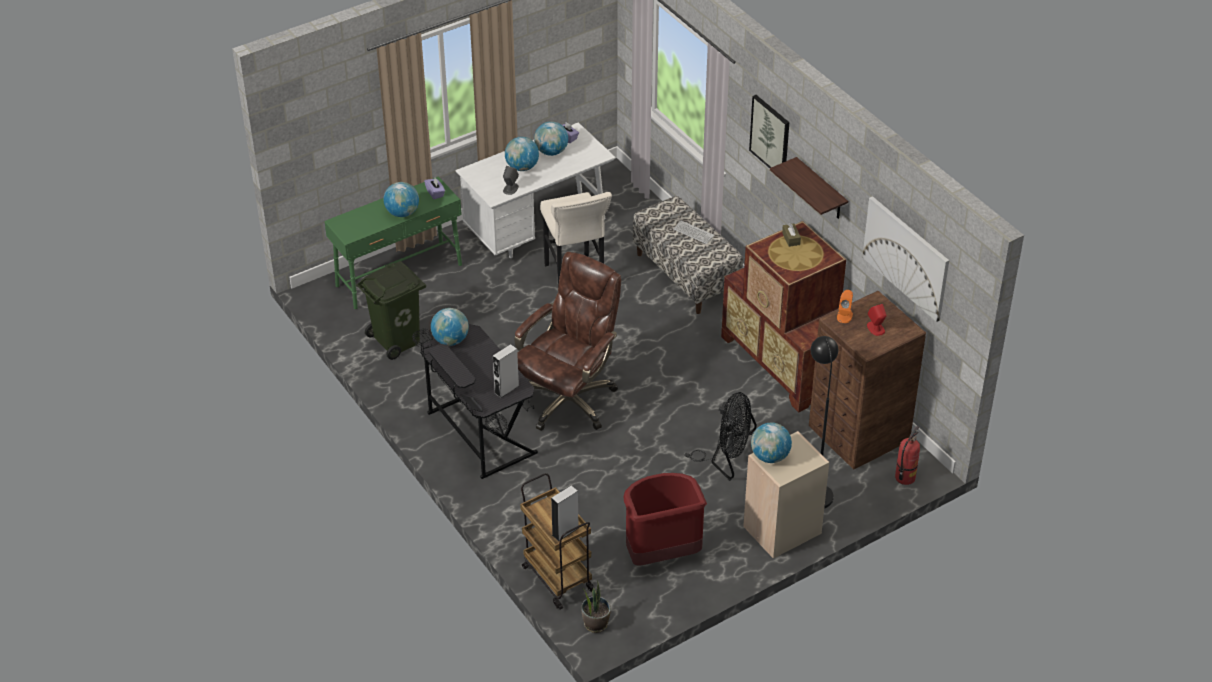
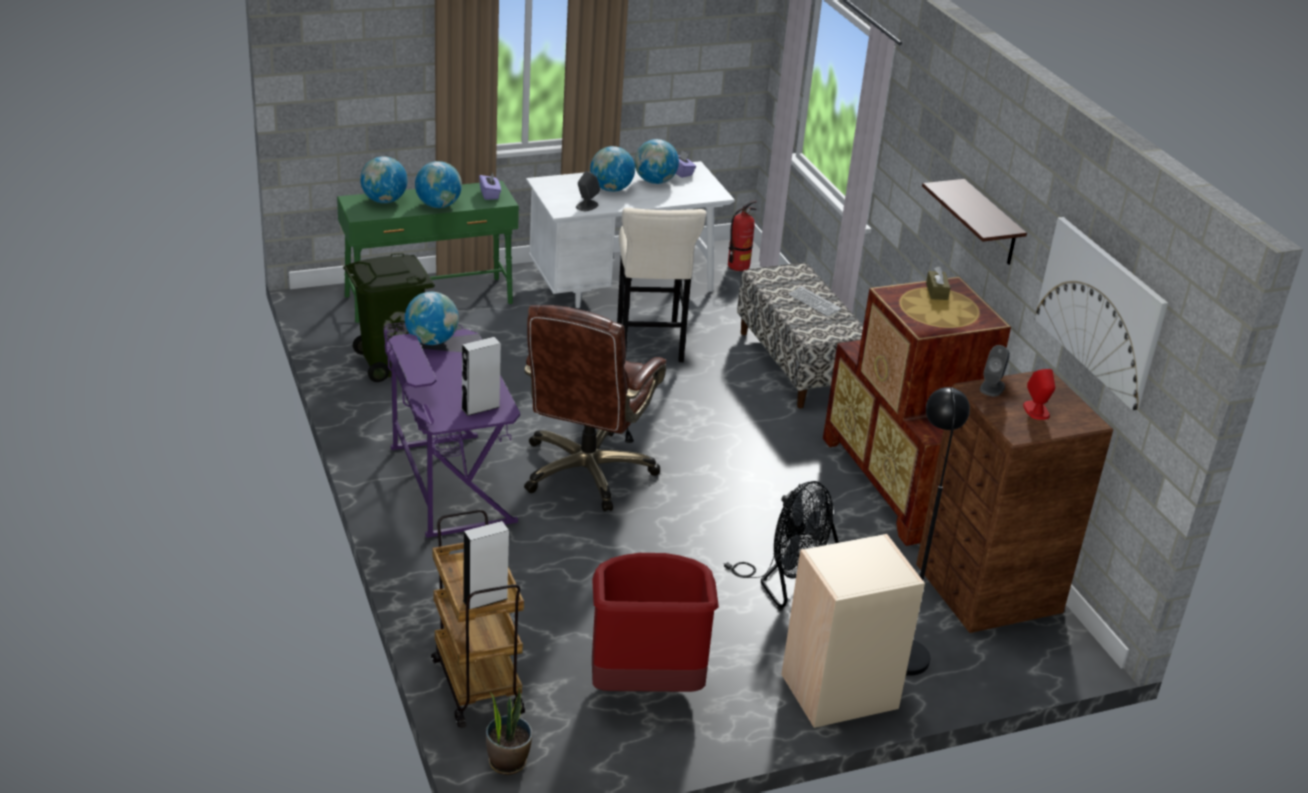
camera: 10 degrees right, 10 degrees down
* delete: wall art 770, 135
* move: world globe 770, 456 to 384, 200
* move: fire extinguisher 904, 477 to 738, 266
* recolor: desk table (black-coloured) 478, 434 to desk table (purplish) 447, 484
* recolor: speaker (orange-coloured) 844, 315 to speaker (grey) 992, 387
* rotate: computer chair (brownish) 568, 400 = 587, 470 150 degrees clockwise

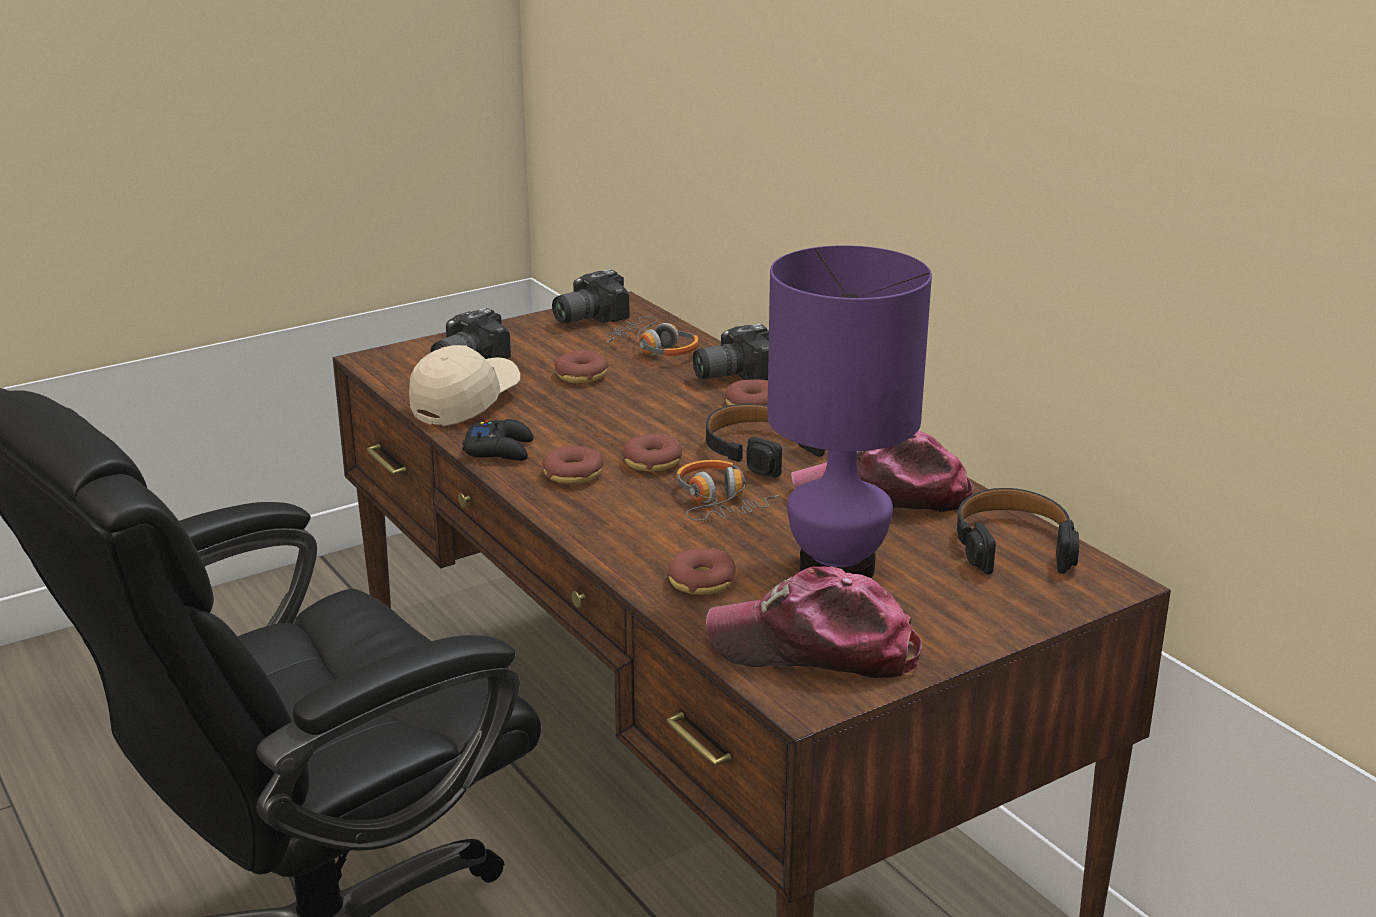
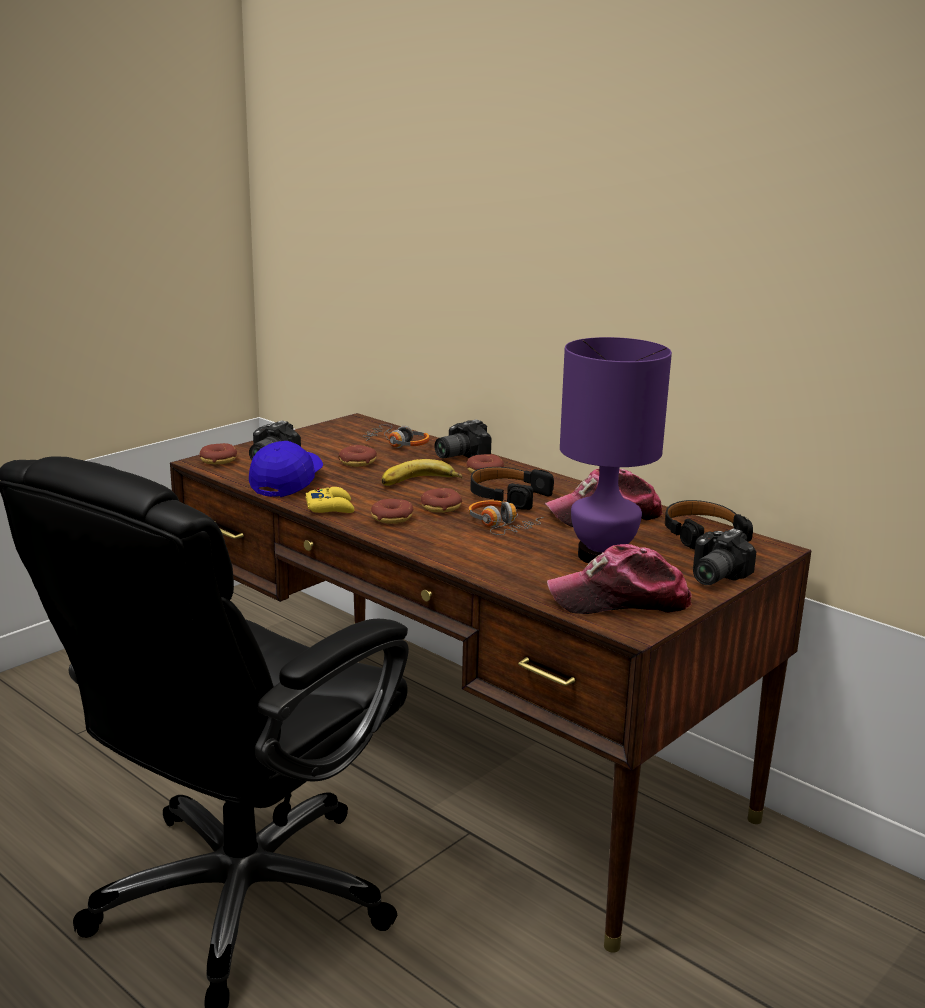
camera: 15 degrees left, 5 degrees down
* insert: banana fruit 420, 483
* move: photo camera 585, 317 to 712, 576
* move: donut 701, 582 to 218, 460
* recolor: cap (beige) 466, 403 to cap (blue-coloured) 287, 483
* recolor: game controller (black-coloured) 499, 449 to game controller (yellowish) 330, 507

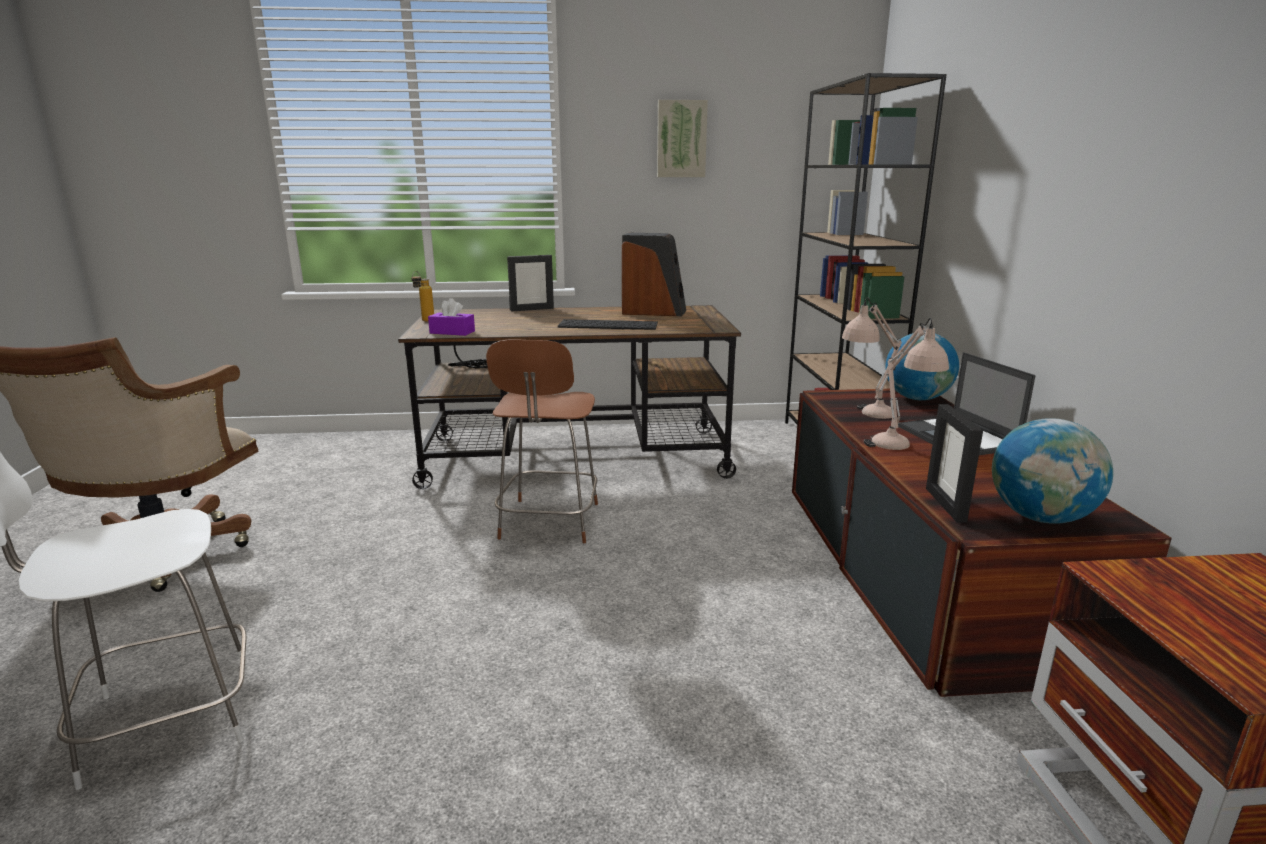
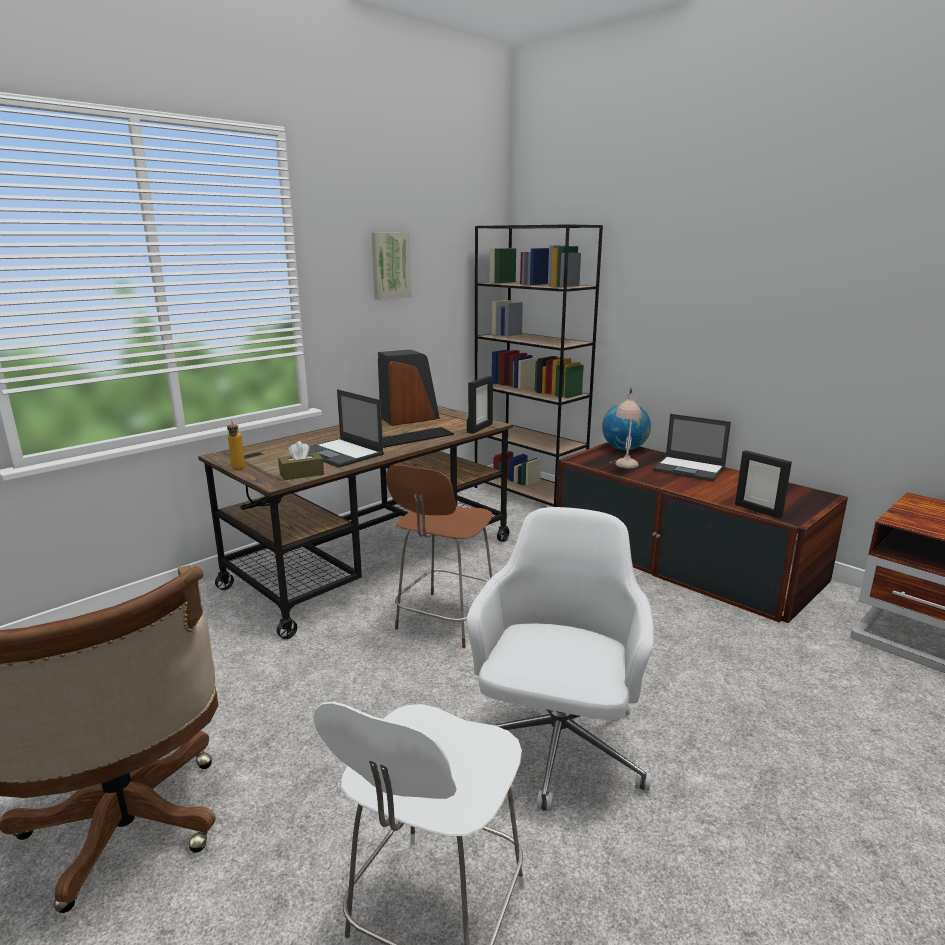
camera: 40 degrees left, 0 degrees up
* delete: lamp for a table (beige) 899, 450
* delete: world globe 1040, 517
* insert: laptop 341, 453
* insert: computer chair (white) 555, 749
* move: picture frame 531, 309 to 479, 428
* recolor: box of tissues (purplish) 452, 332 to box of tissues (brownish) 302, 474
* rotate: upright chair (brownish) 549, 523 = 444, 621 60 degrees clockwise

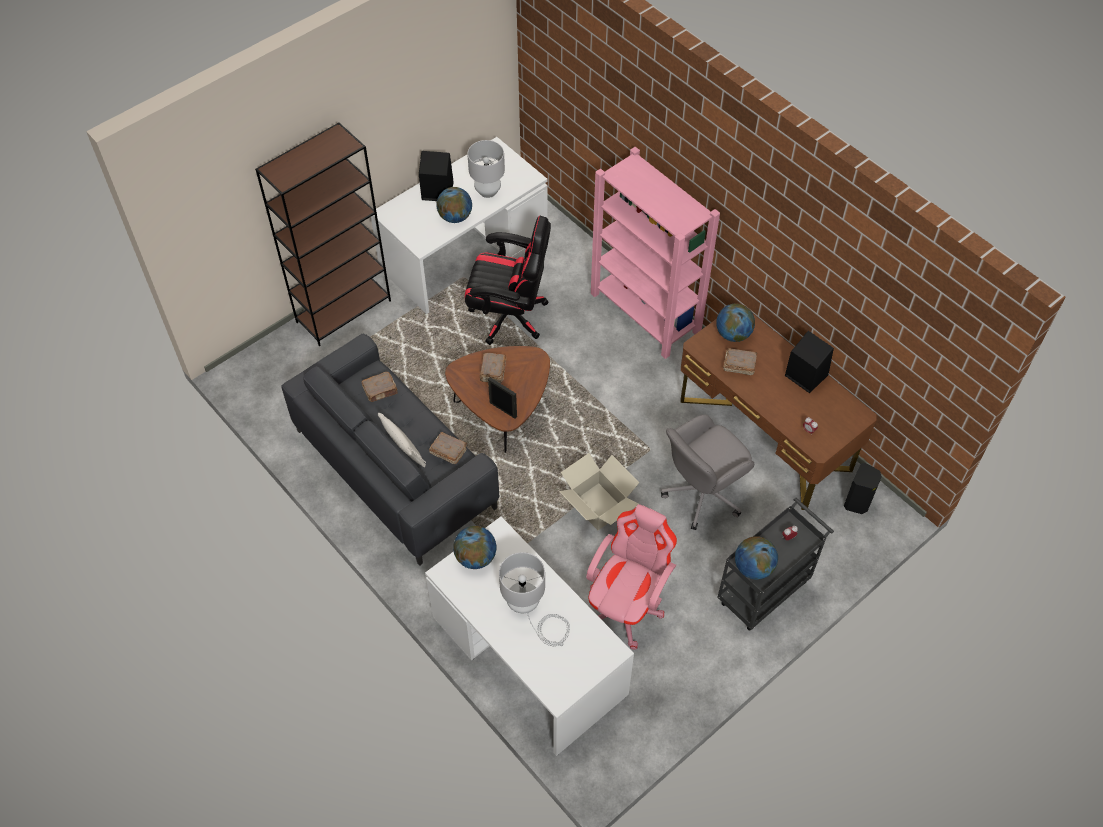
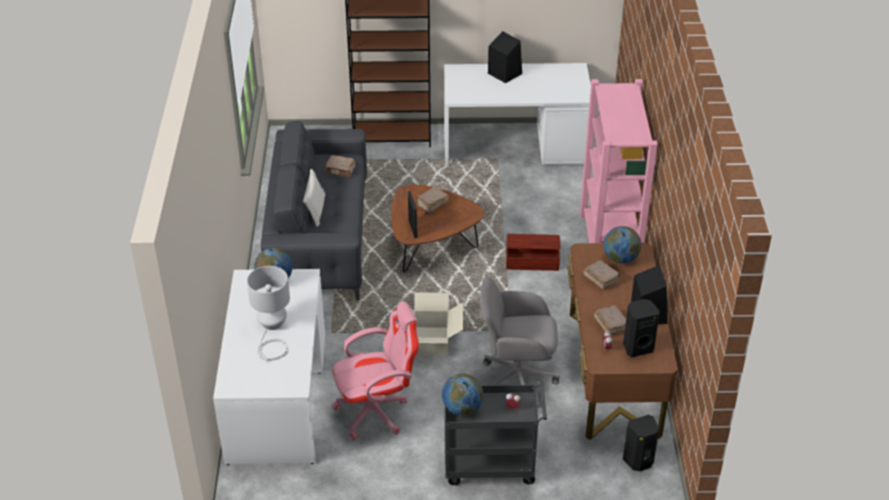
camera: 40 degrees right, 15 degrees down
* delete: world globe 455, 217
* delete: computer chair (black-coloured) 509, 316
* delete: lamp for a table (white) 485, 182
* insert: storage container (brownish) 531, 261
* insert: speaker (black-coloured) 637, 347
* move: bound book (brownish) 448, 451 to 611, 324

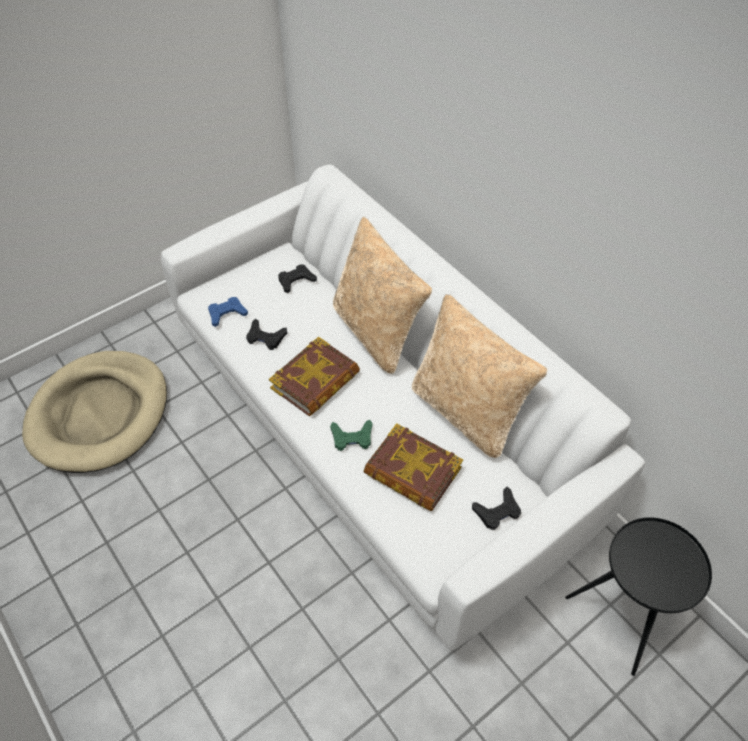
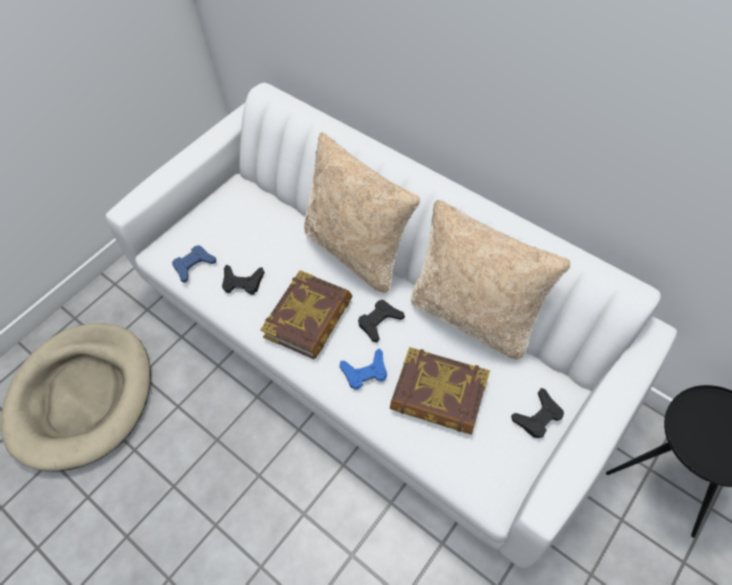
camera: 10 degrees left, 5 degrees up
* move: game controller (black-coloured) 296, 281 to 379, 322
* recolor: game controller (greenish) 352, 438 to game controller (blue-coloured) 365, 372

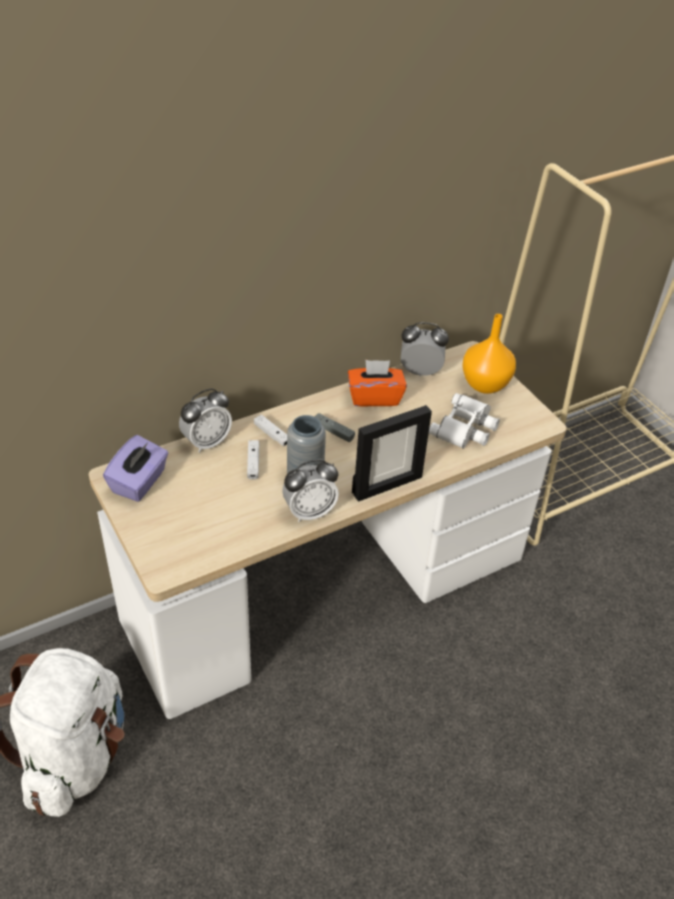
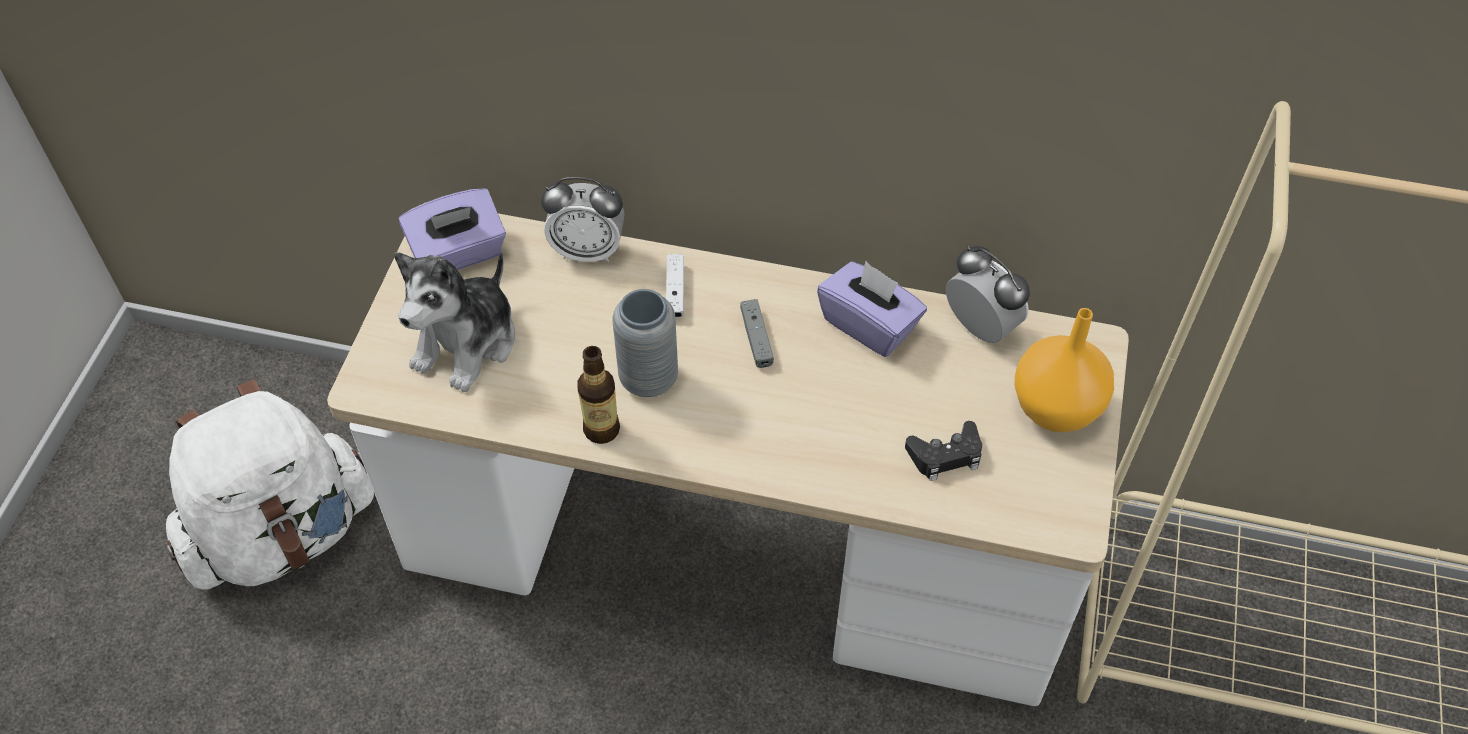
camera: 45 degrees right, 10 degrees up
* delete: game controller (white) 253, 463
* delete: picture frame 387, 485
* insert: plush toy 467, 343
* replace: alarm clock 309, 512 to bottle 602, 429
* replace: pair of binoculars (white) 466, 428 to game controller (black-coloured) 945, 455
* recolor: box of tissues (orange-coloured) 374, 397 to box of tissues (purplish) 869, 324

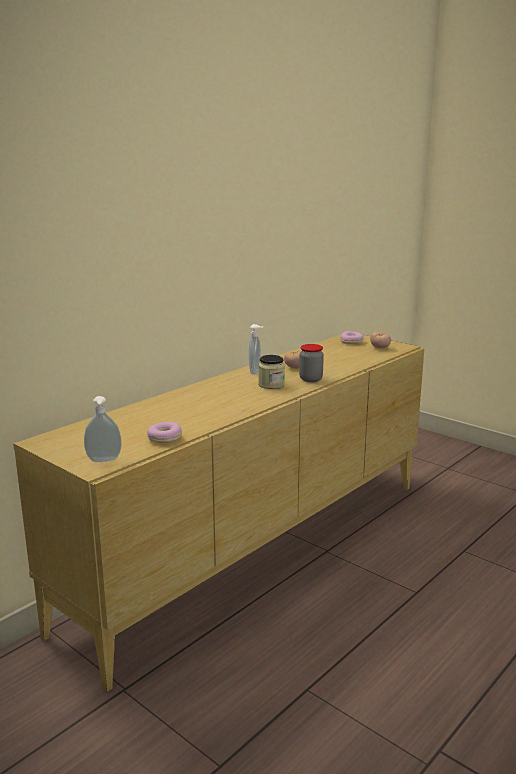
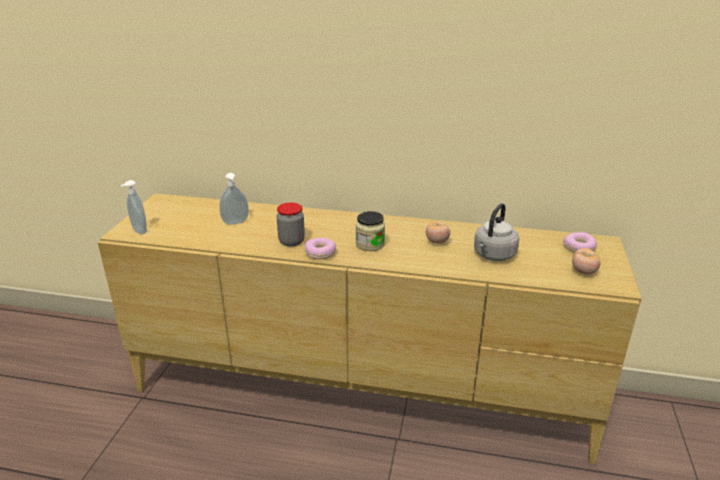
camera: 60 degrees right, 10 degrees up
* insert: tea kettle (grey) 493, 255
* move: donut 164, 438 to 320, 253
* move: soap bottle 256, 372 to 236, 223
* move: preserve jar 310, 379 to 291, 241

